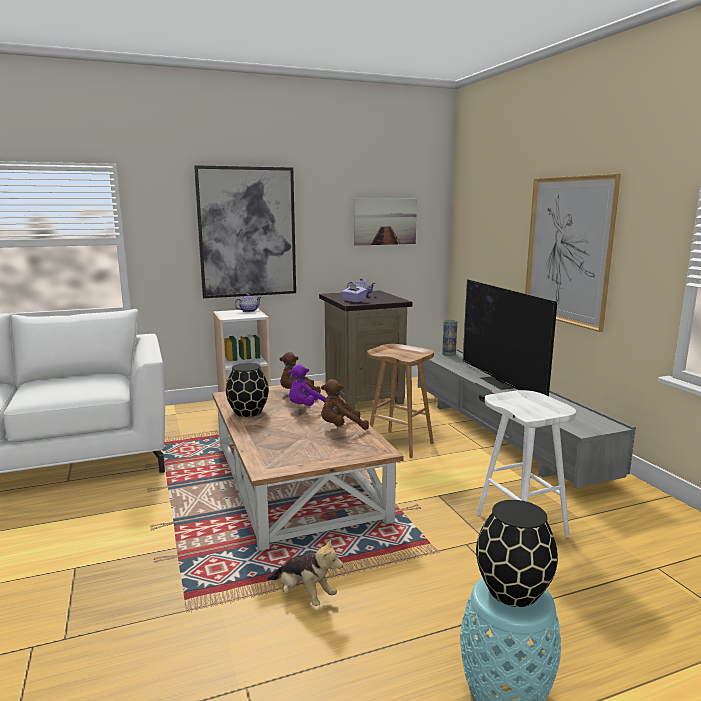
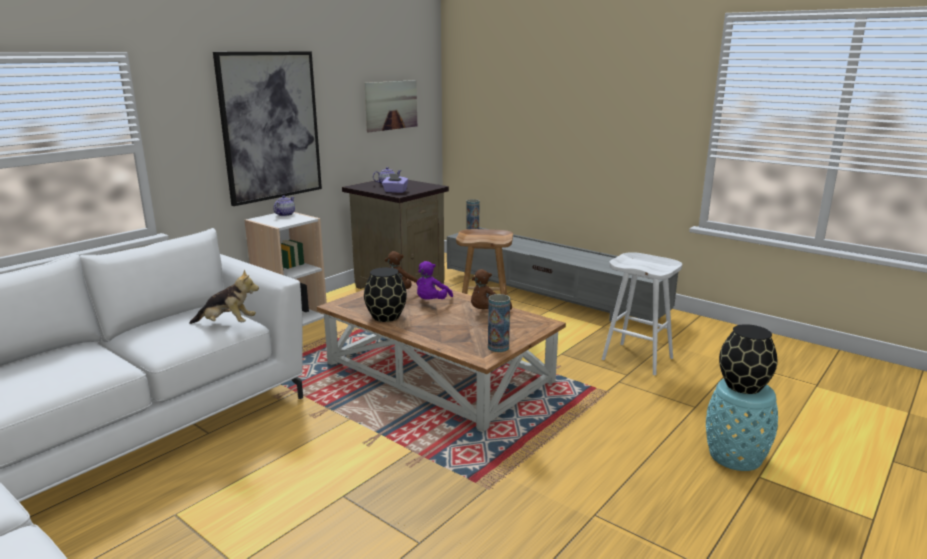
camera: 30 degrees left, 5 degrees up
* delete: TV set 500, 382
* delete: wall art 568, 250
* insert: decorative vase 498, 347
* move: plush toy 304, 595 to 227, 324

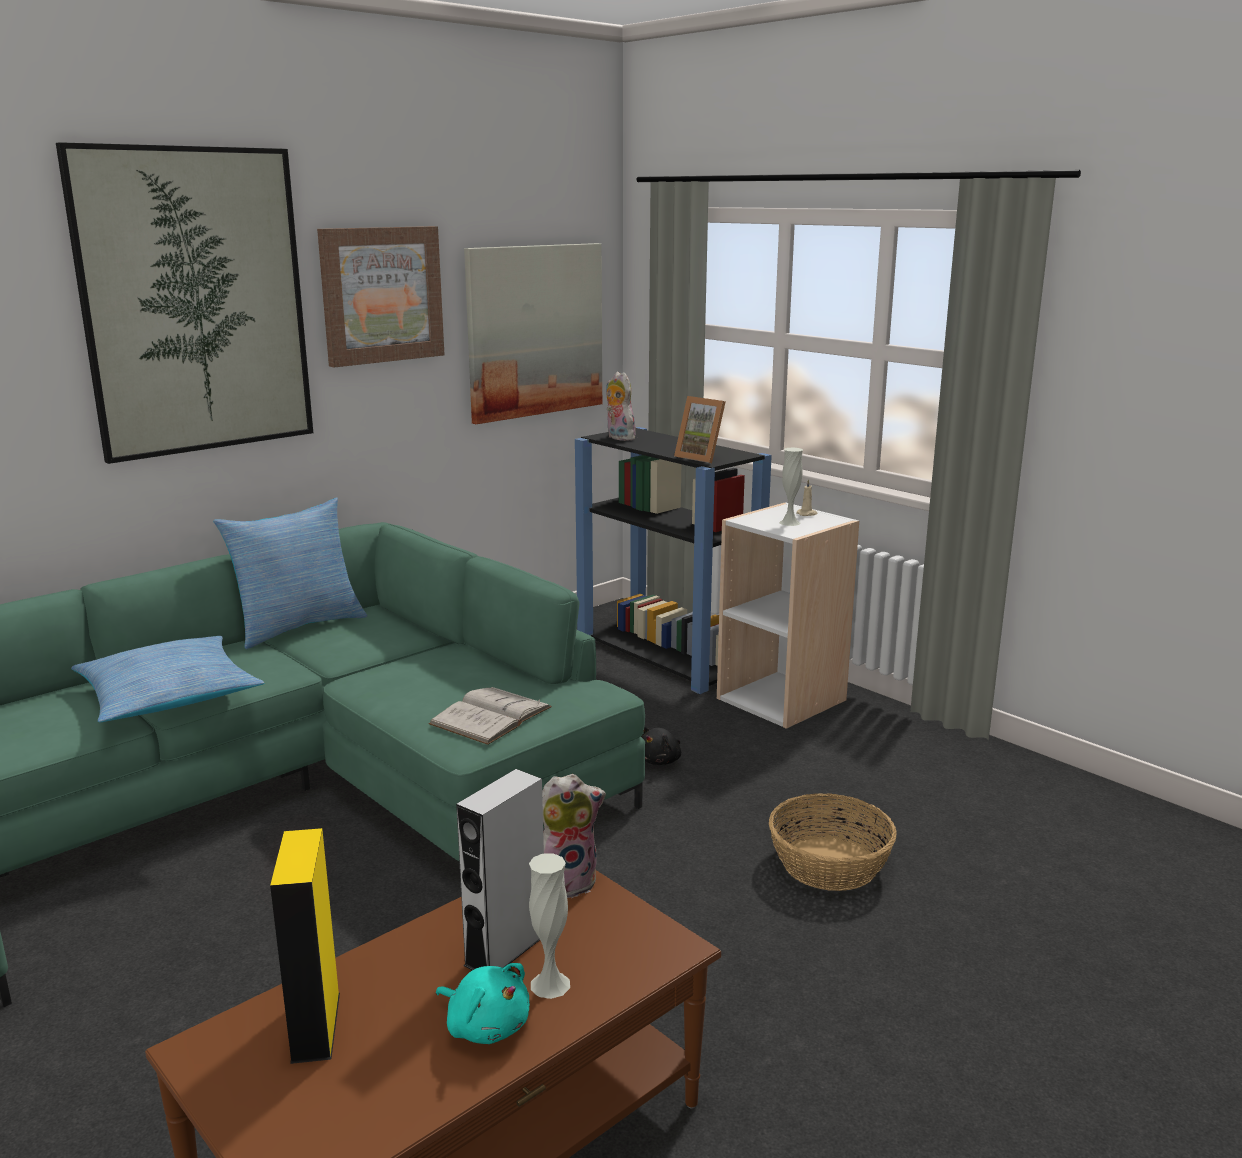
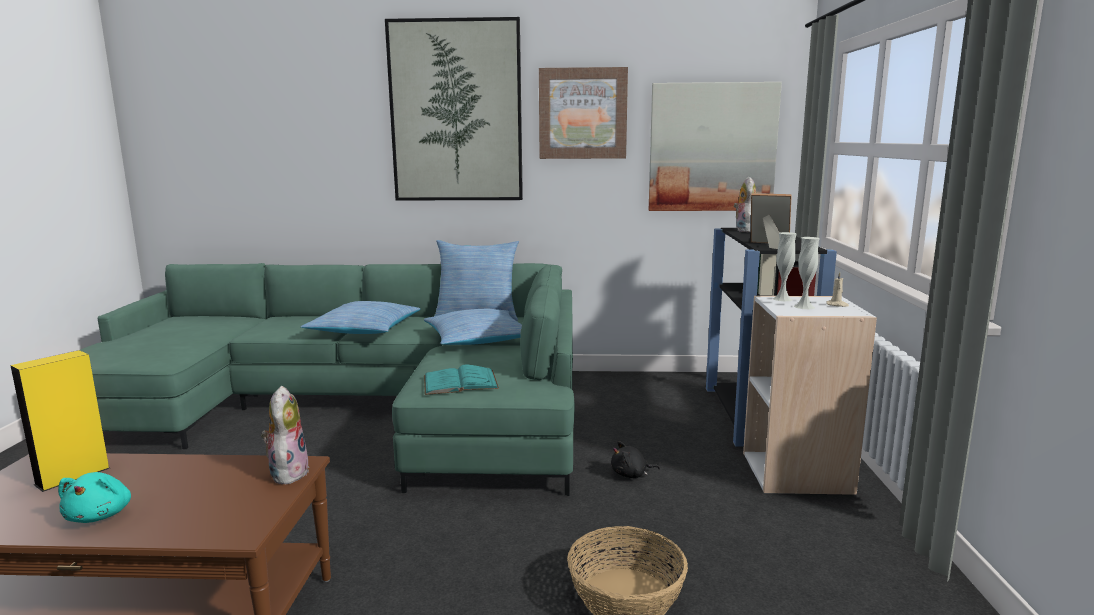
camera: 45 degrees right, 5 degrees down
* delete: speaker (grey) 506, 949
* insert: throw pillow 477, 339
* move: decorative vase (white) 550, 984 to 782, 299
* recolor: bound book (white) 491, 715 to bound book (turquoise-coloured) 460, 382
* rotate: plush toy 567, 882 = 287, 473 120 degrees counterclockwise
* rotate: picture frame 702, 457 = 768, 245 120 degrees clockwise

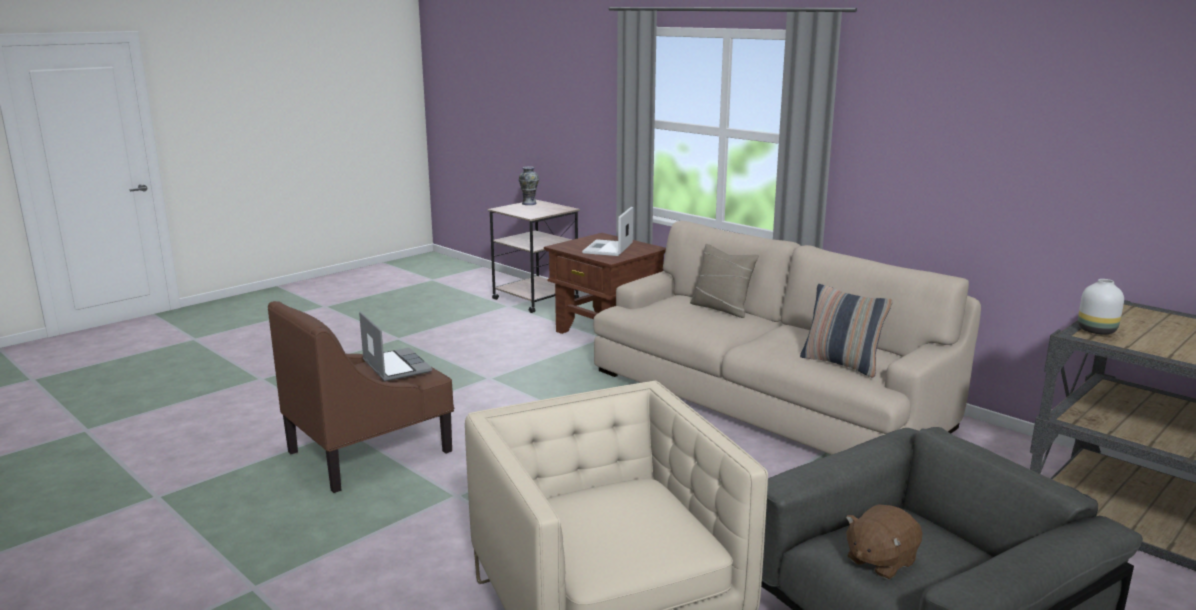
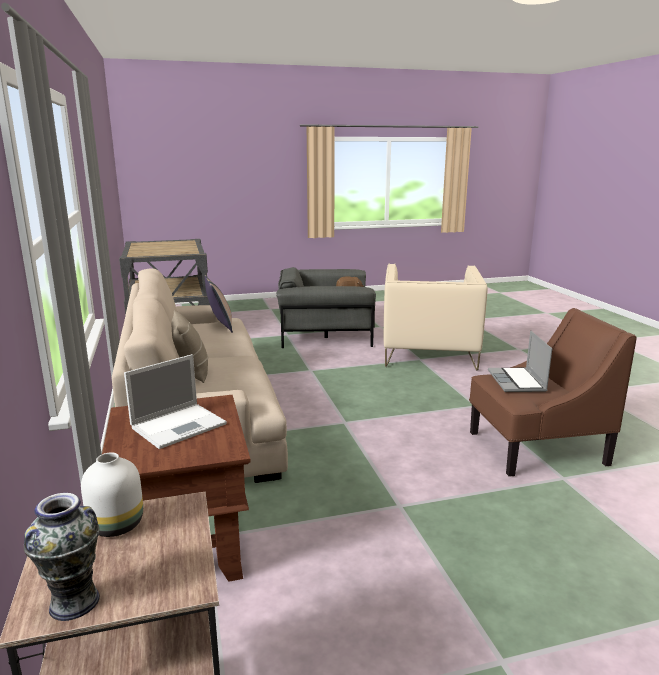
camera: 150 degrees left, 0 degrees up
* move: decorative vase (white) 1097, 331 to 117, 524

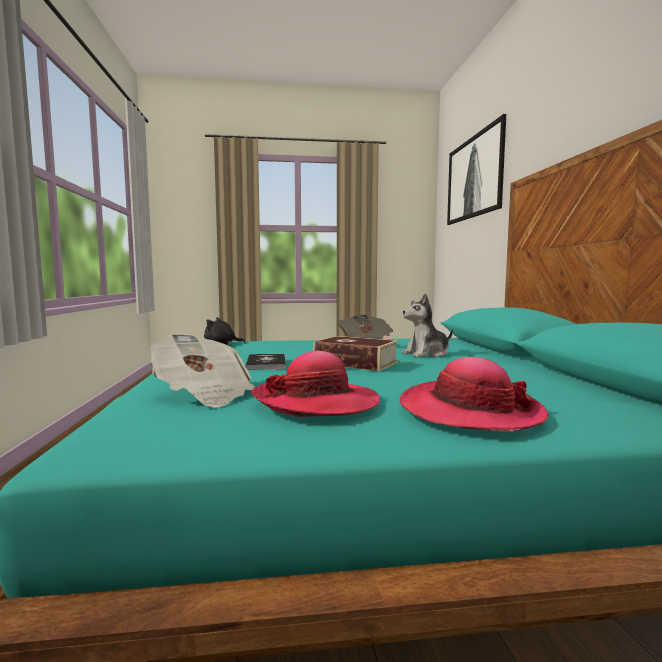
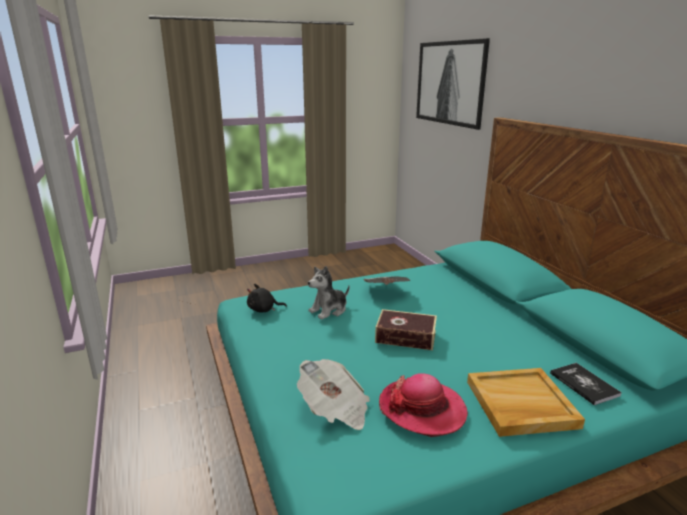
camera: 15 degrees left, 15 degrees up
* move: bound book 266, 363 to 584, 384
* move: plush toy 427, 354 to 329, 310
* replace: wearable hat 469, 411 to tray (beige) 520, 404

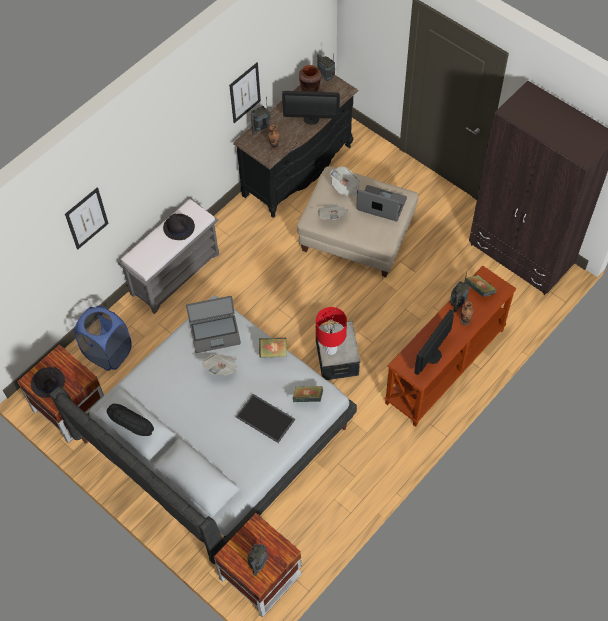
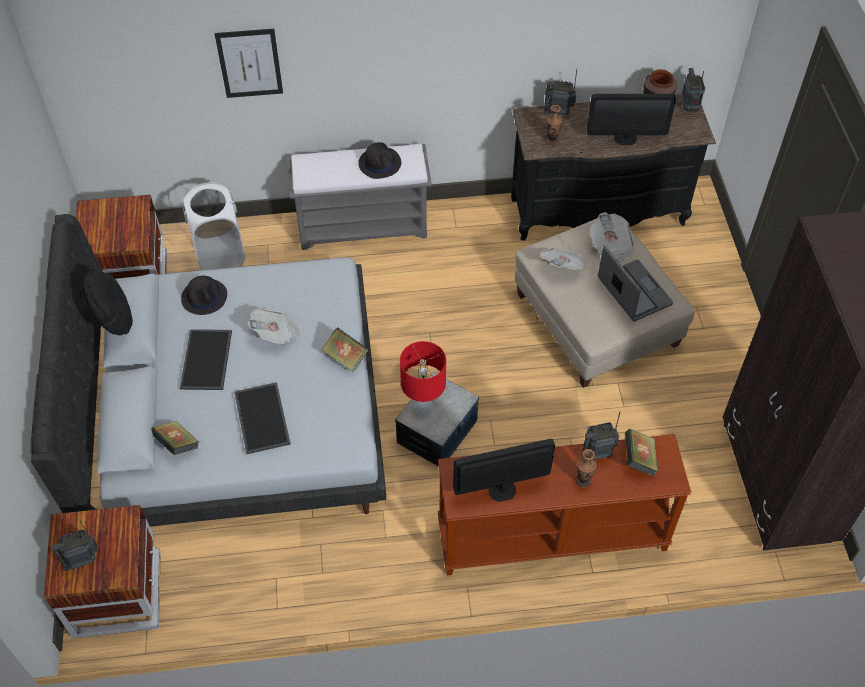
camera: 40 degrees right, 5 degrees down
* delete: laptop 215, 333
* delete: wall art 245, 92
* insert: tray 207, 360
* move: wearable hat (black-coloured) 48, 382 to 204, 297
* move: bound book 308, 398 to 177, 444
* recolor: hamper (blue-coloured) 108, 353 to hamper (white) 220, 255
* rotate: computer display 311, 119 = 625, 138 45 degrees counterclockwise

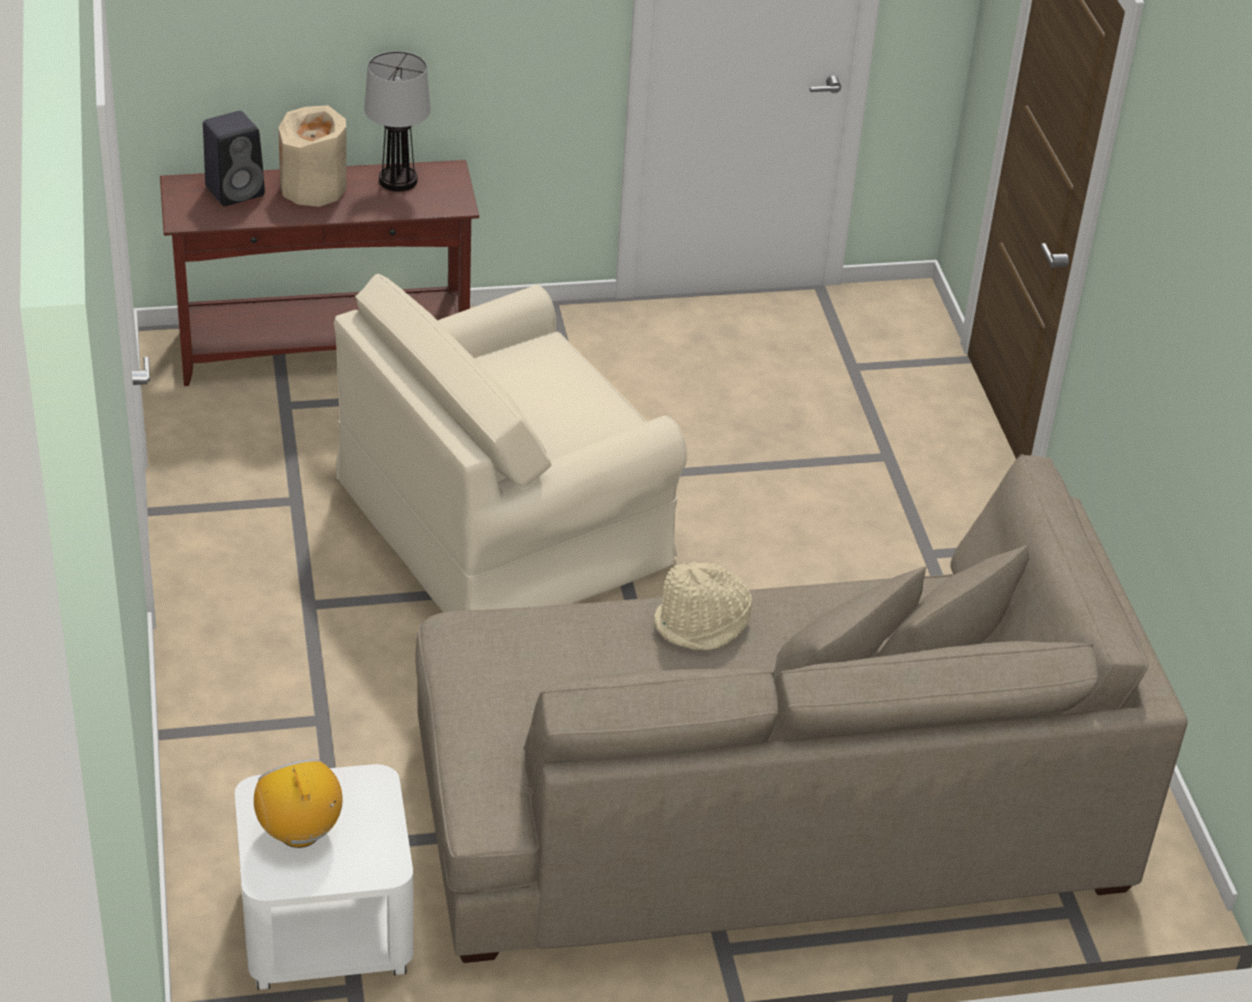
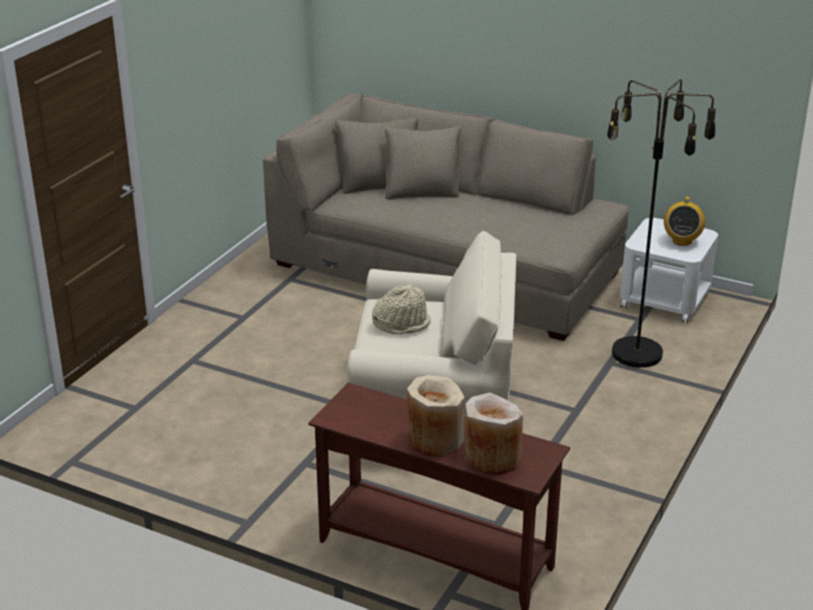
camera: 140 degrees left, 10 degrees down
* delete: lamp for a table 397, 180
* insert: standard lamp 638, 353
* move: wearable hat (beige) 702, 623 to 401, 323
* replace: speaker (black-coloured) 236, 190 to decorative vase (beige) 492, 458

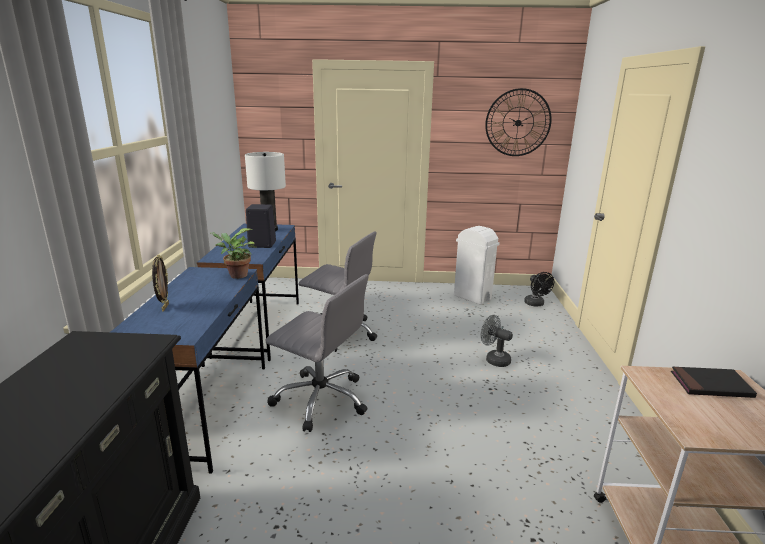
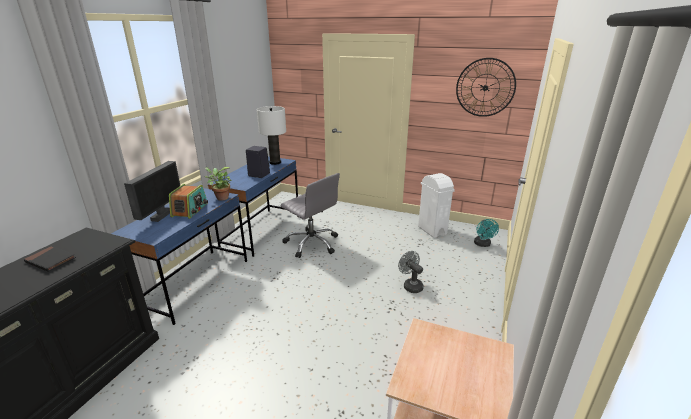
camera: 20 degrees right, 5 degrees up
* delete: computer chair (grey) 321, 399
* insert: radio set 190, 210
* move: bound book (black-coloured) 710, 385 to 50, 261
* replace: picture frame 164, 307 to computer display 161, 216
* recolor: electric fan (black-coloured) 536, 304 to electric fan (turquoise-coloured) 483, 244

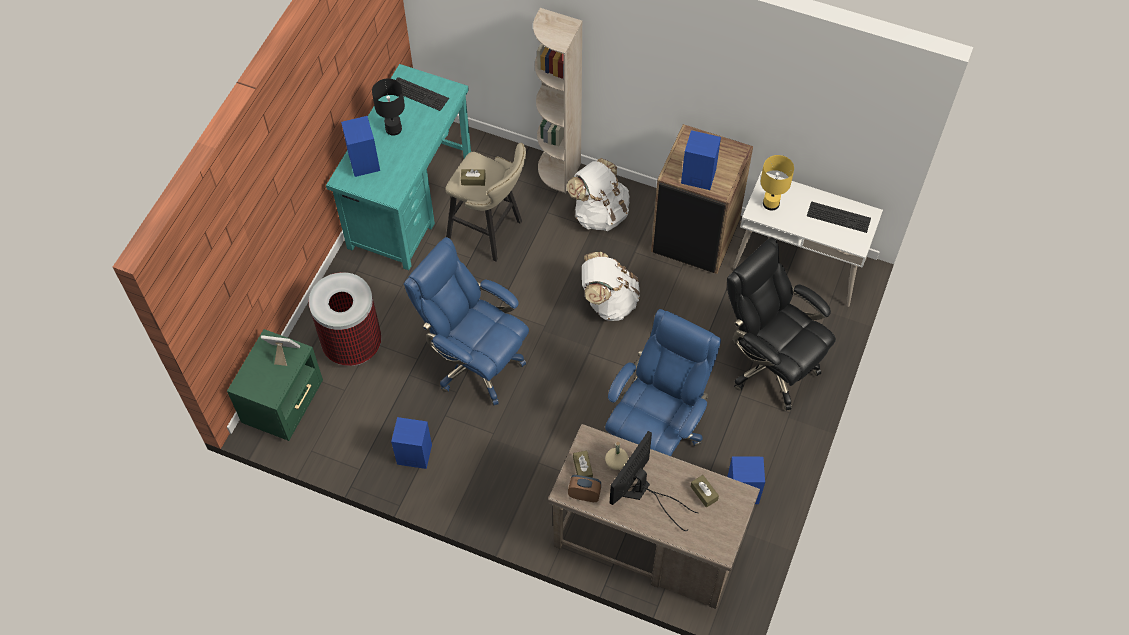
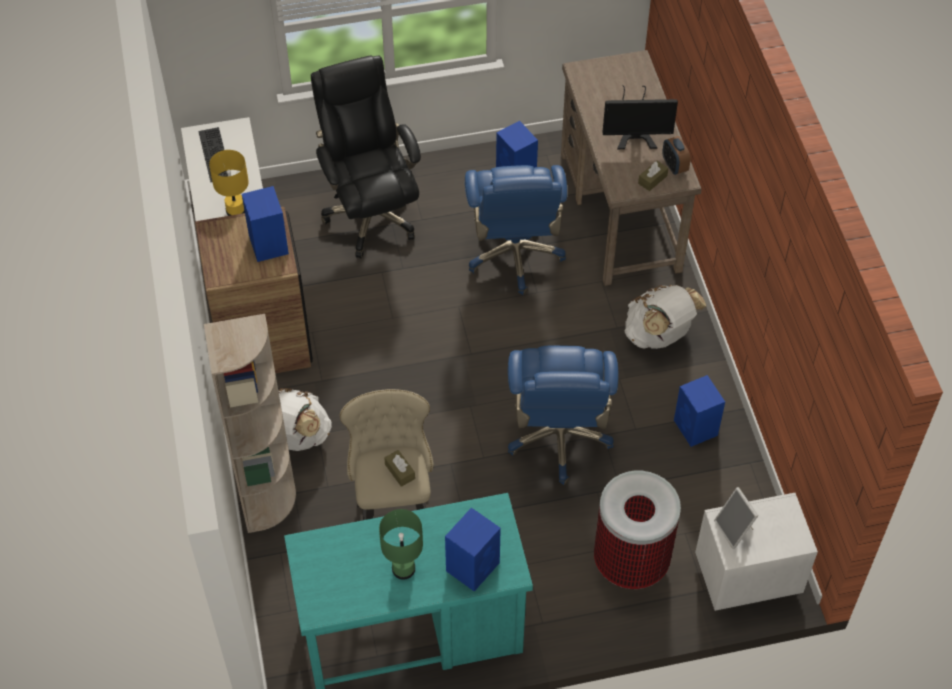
camera: 125 degrees left, 5 degrees down
* delete: computer keyboard 420, 93
* delete: bottle (beige) 616, 462
* delete: box of tissues (brownish) 704, 493
* move: backpack (white) 608, 301 to 659, 335
* recolor: night table (greenish) 285, 404 to night table (white) 745, 576
* recolor: lamp for a table (black-coloured) 394, 129 to lamp for a table (greenish) 403, 568
* rotate: computer chair (blue-coloured) 656, 435 = 514, 257 90 degrees counterclockwise
* rotate: computer chair (black-coloured) 769, 364 = 371, 213 150 degrees clockwise

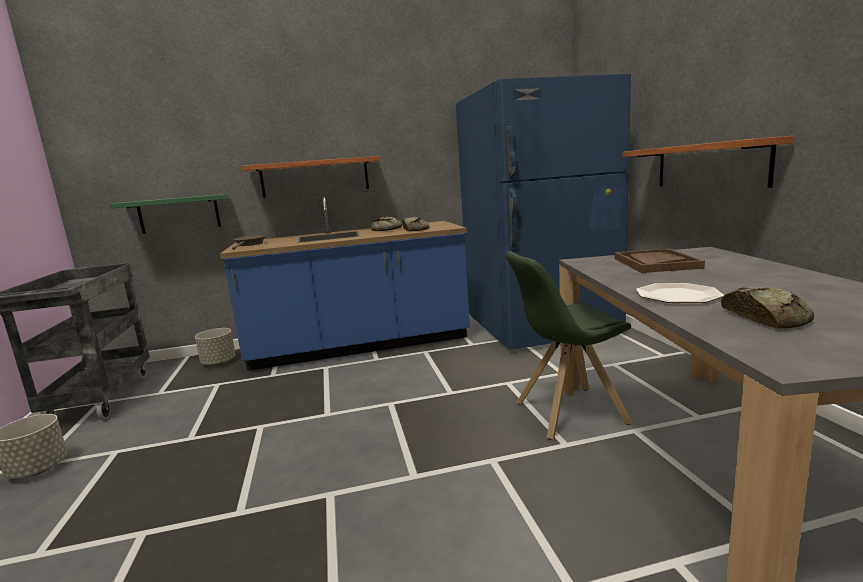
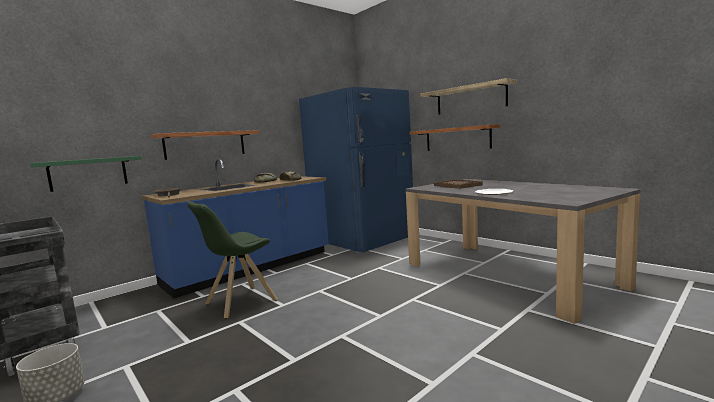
camera: 30 degrees left, 5 degrees down
* delete: plant pot (grey) 219, 362
* delete: bakery bread 766, 317
* insert: shelf 470, 99
* move: upright chair (greenish) 569, 412 to 240, 302

